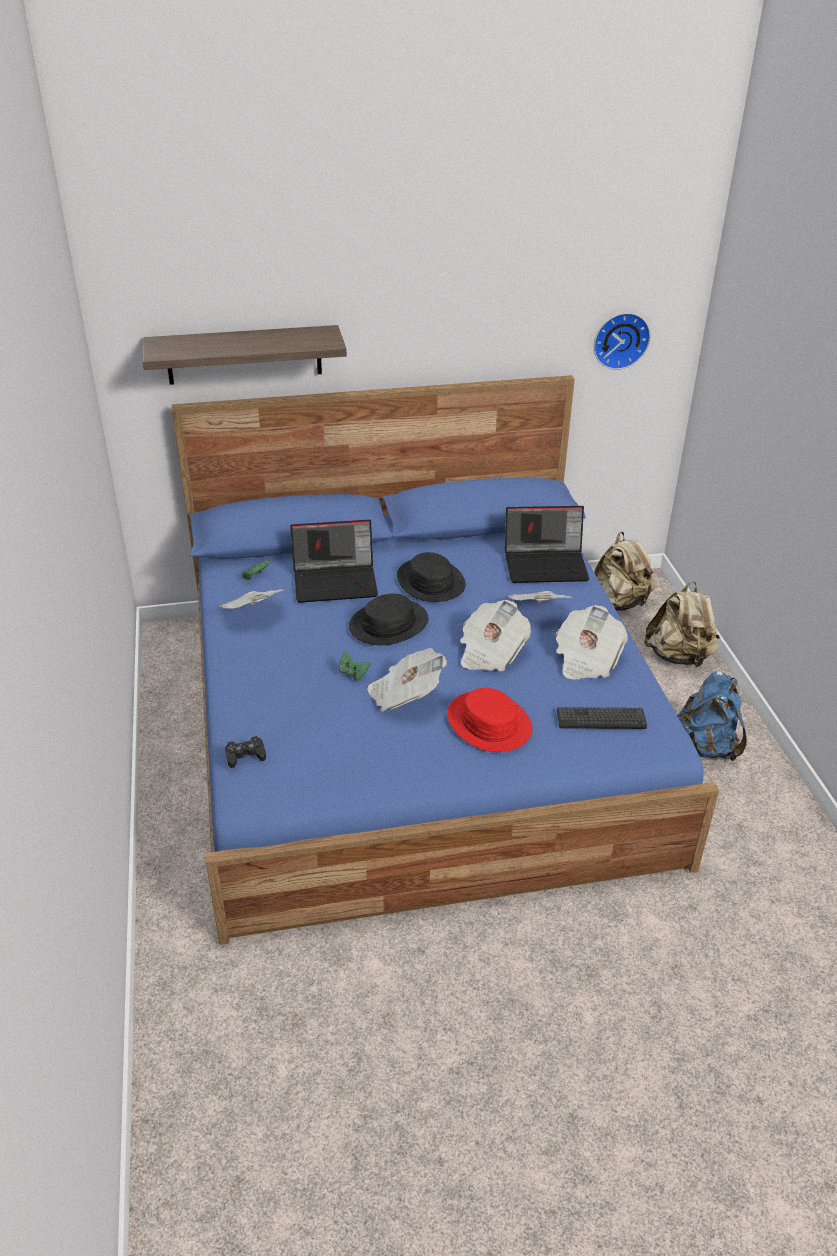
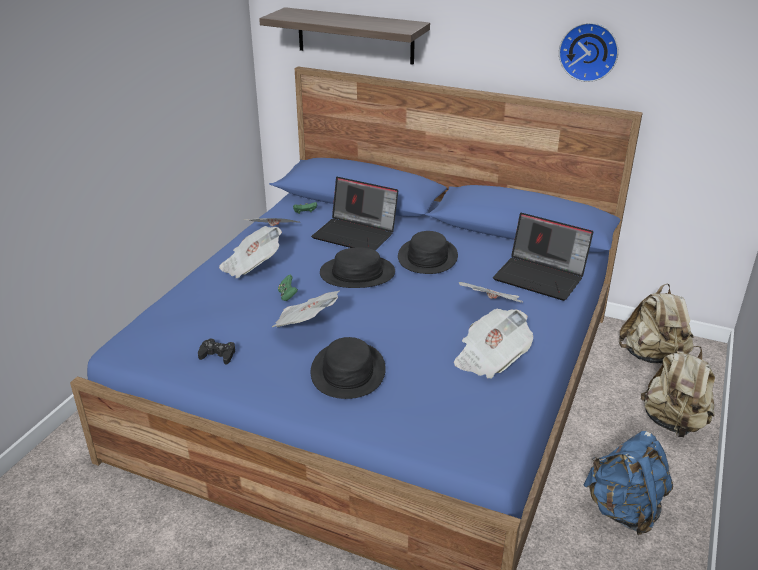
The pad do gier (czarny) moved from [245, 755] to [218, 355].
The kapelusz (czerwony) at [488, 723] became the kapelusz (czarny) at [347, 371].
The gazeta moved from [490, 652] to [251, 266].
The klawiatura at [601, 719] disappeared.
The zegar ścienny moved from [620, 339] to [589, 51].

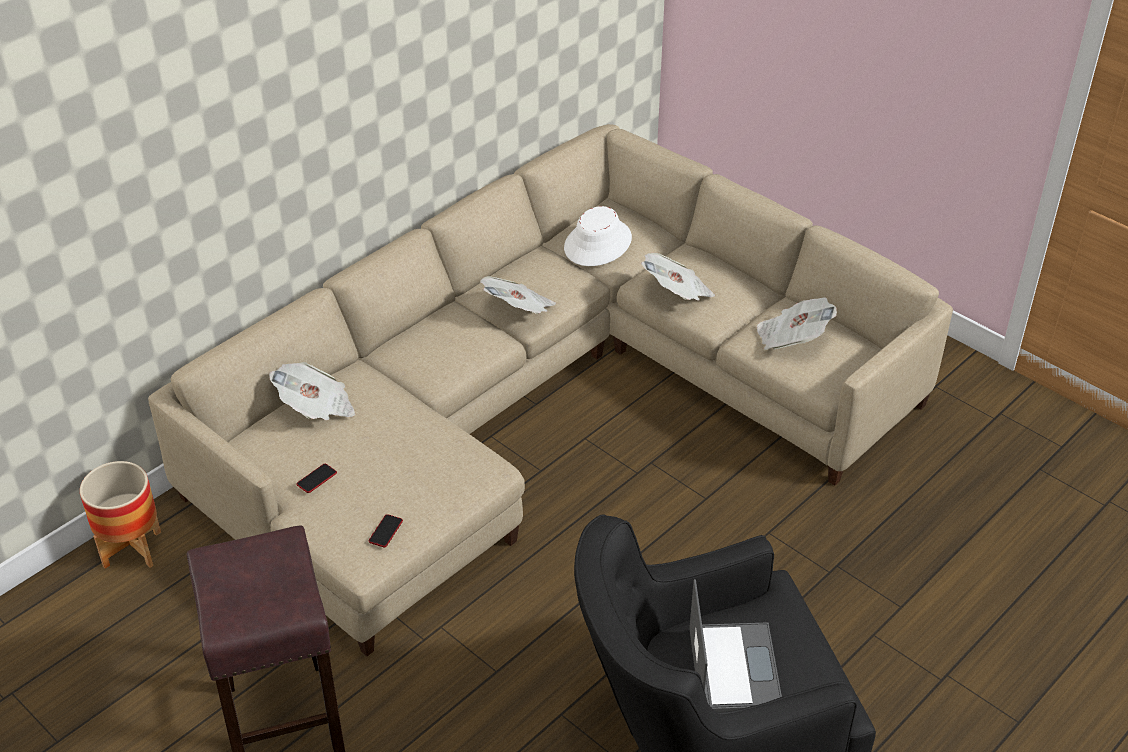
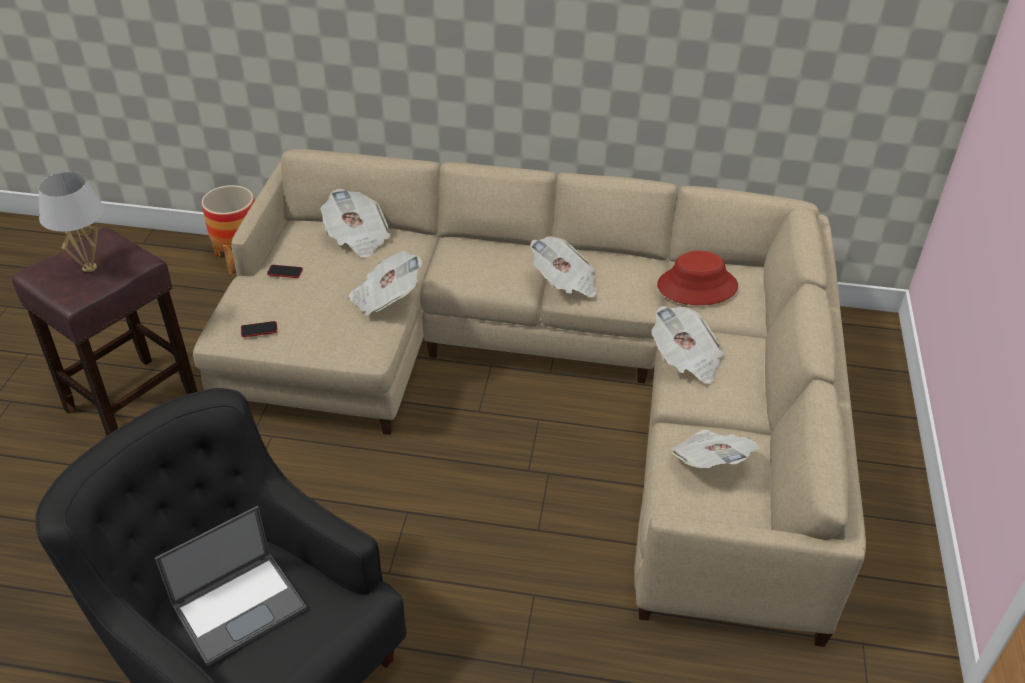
The kapelusz (biały) at [598, 243] became the kapelusz (czerwony) at [697, 286].
The lampa stołowa (biały) at [90, 268] appeared.
The gazeta at [385, 298] appeared.

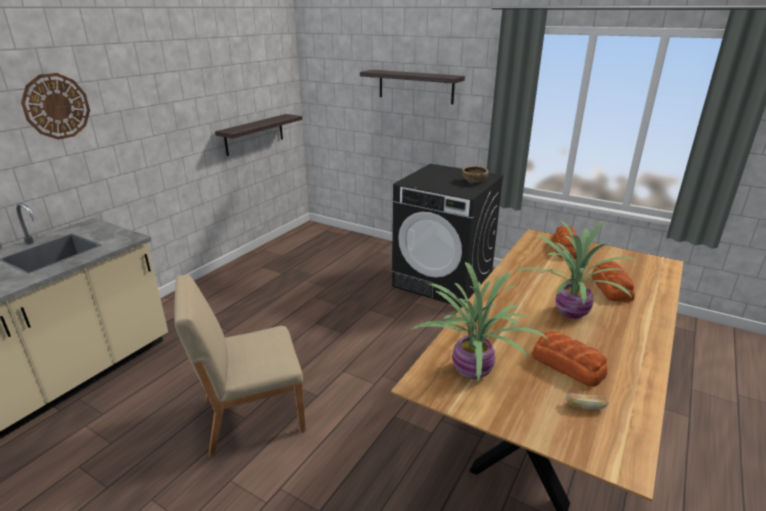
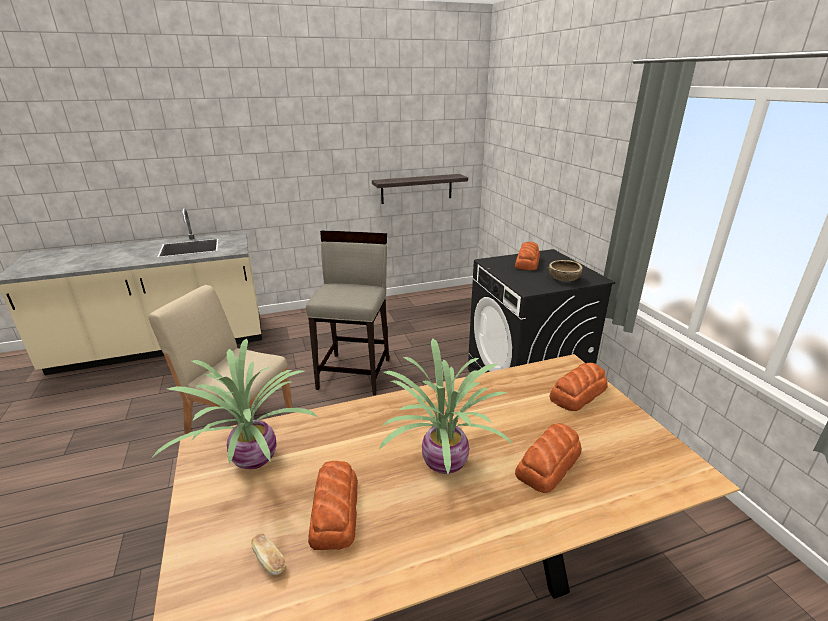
The zegar ścienny at [56, 106] disappeared.
The półka at [415, 86] disappeared.
The stołek (beżowy) at [355, 373] appeared.
The chleb at [527, 262] appeared.

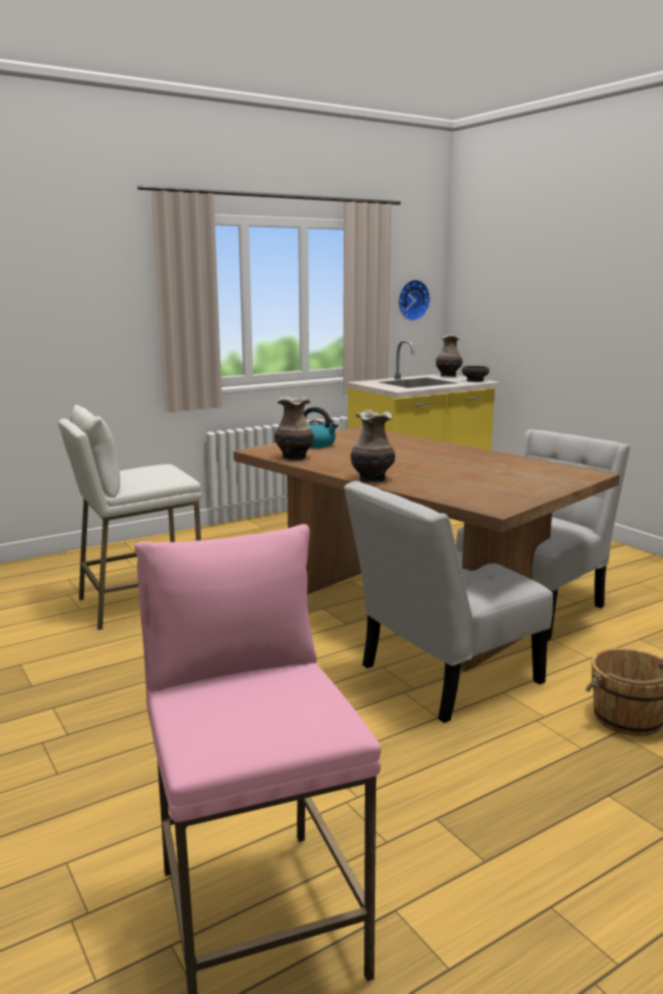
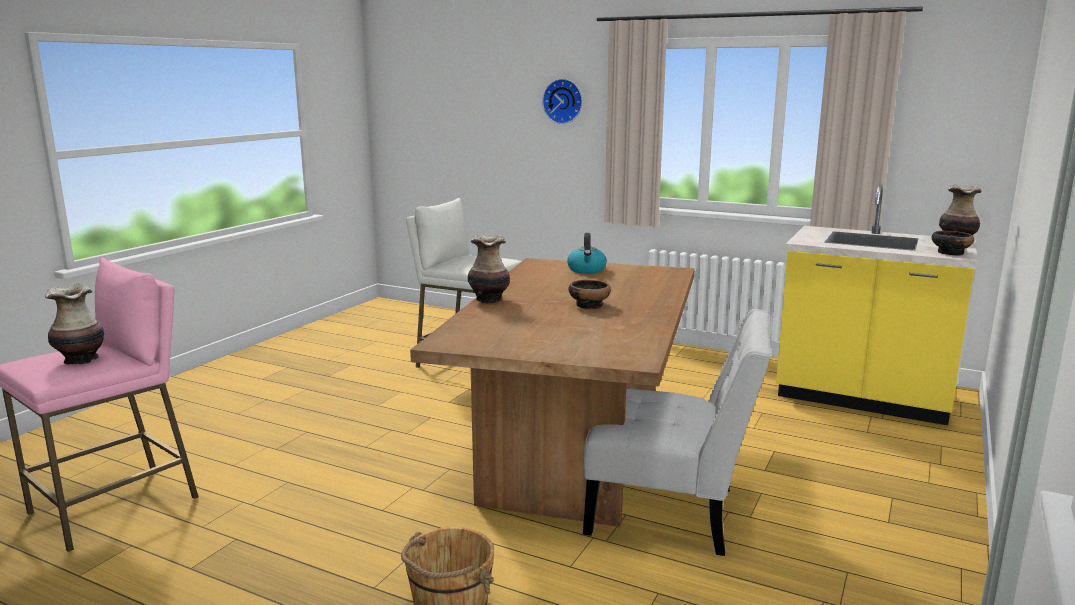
The wazon moved from [294, 457] to [81, 360].
The krzesło (biały) at [442, 677] disappeared.
The zegar ścienny moved from [412, 300] to [563, 101].
The miska at [589, 305] appeared.

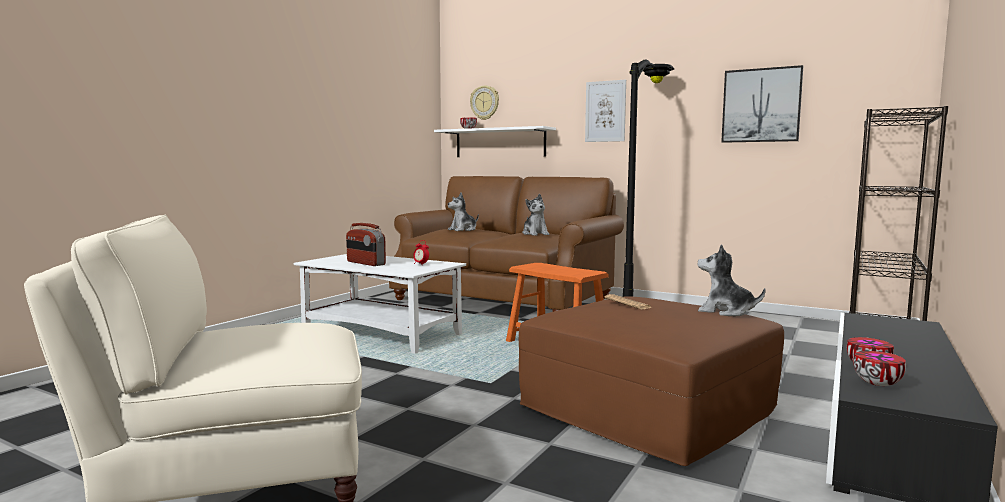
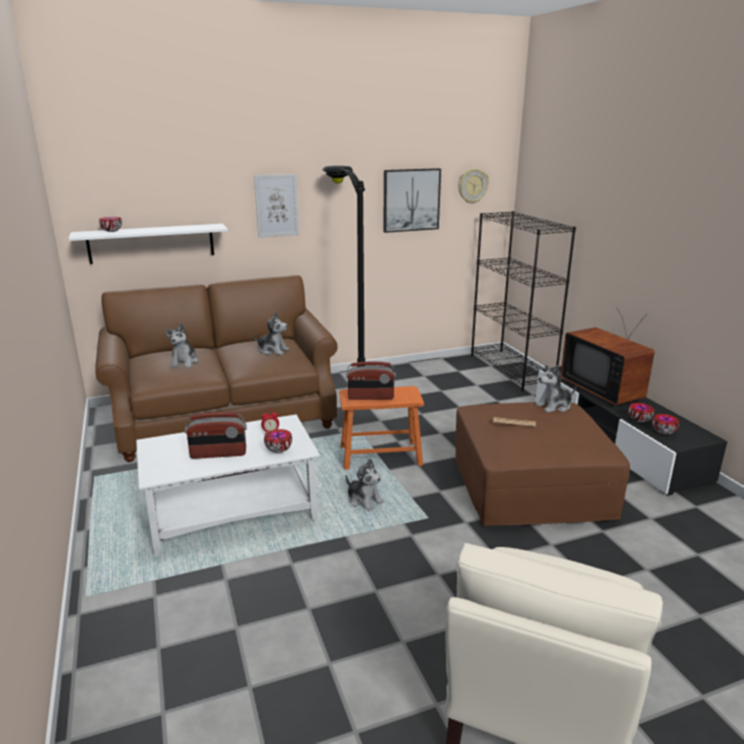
The zegar ścienny moved from [485, 102] to [472, 186].
The miska at [279, 450] appeared.
The radio at [371, 397] appeared.
The pluszak at [364, 500] appeared.
The telewizor at [604, 390] appeared.

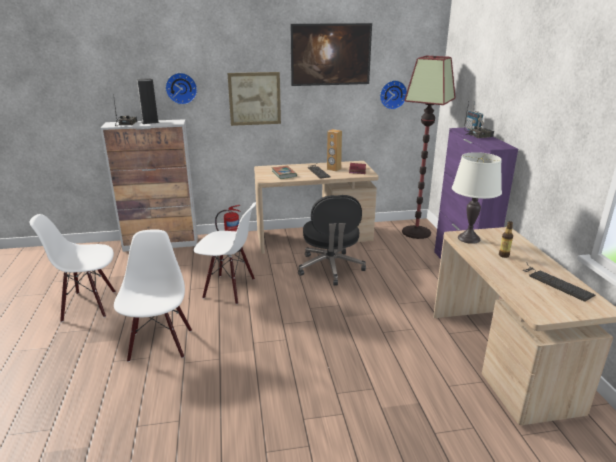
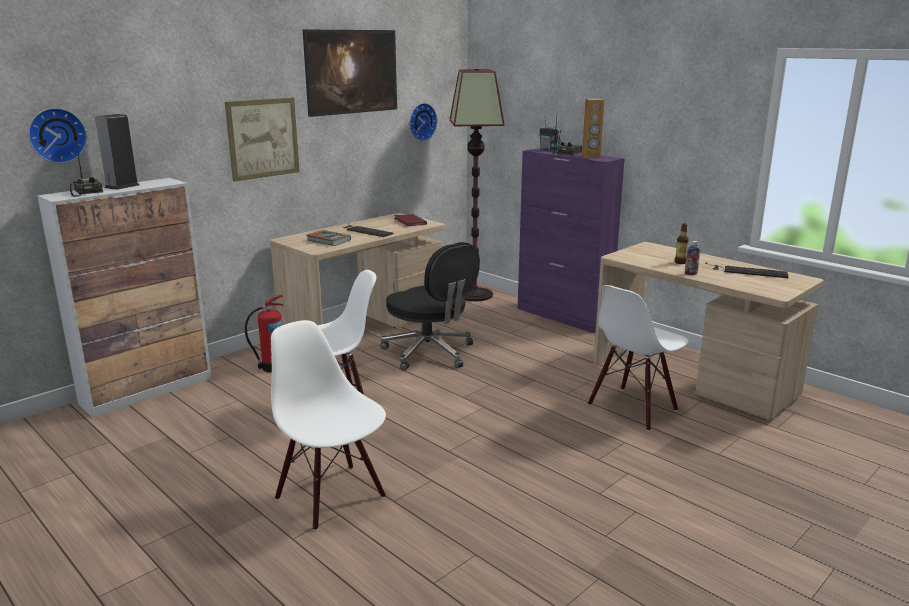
The krzesło (biały) moved from [89, 305] to [633, 408].
The zegar ścienny moved from [181, 88] to [56, 135].
The głośnik (brązowy) moved from [333, 169] to [591, 157].
The lampa stołowa (biały) at [468, 238] disappeared.
The butelka at [691, 273] appeared.

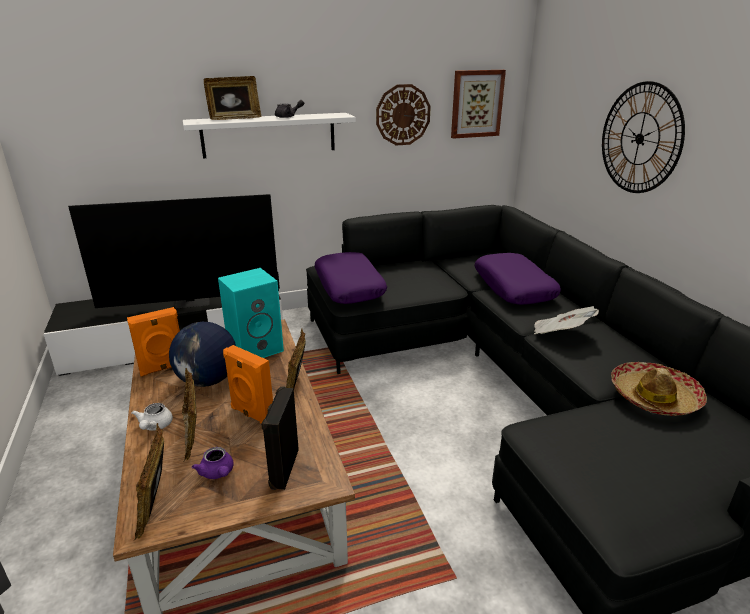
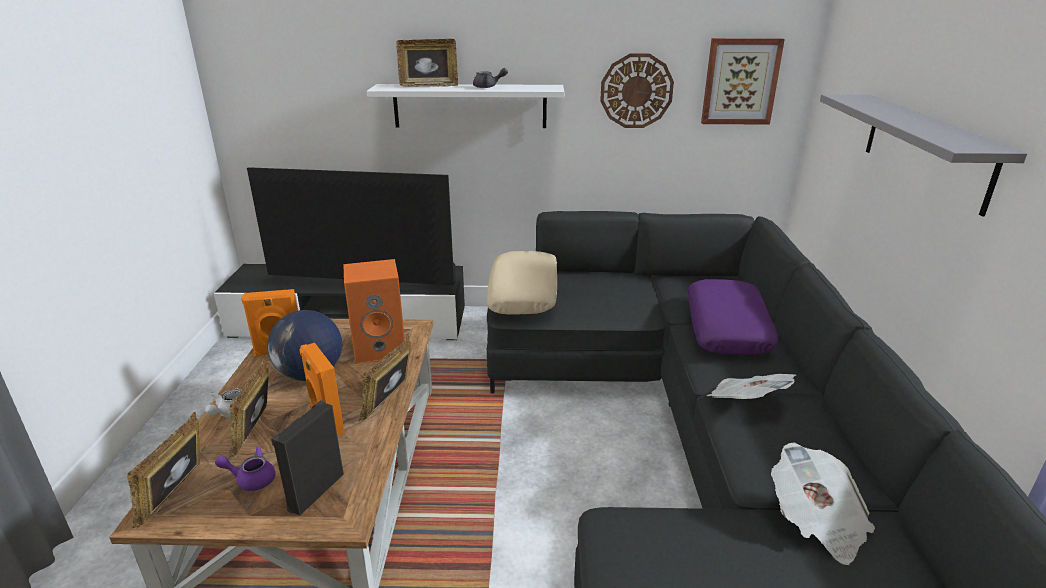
The imbryk (fioletowy) at [218, 473] turned 105 degrees clockwise.
The głośnik (turkusowy) at [256, 348] became the głośnik (pomarańczowy) at [381, 348].
The poduszka (fioletowy) at [350, 287] became the poduszka (beżowy) at [524, 293].
The zegar ścienny at [640, 138] was replaced by the półka (szary) at [925, 149].
The kapelusz at [653, 397] was replaced by the gazeta at [817, 522].

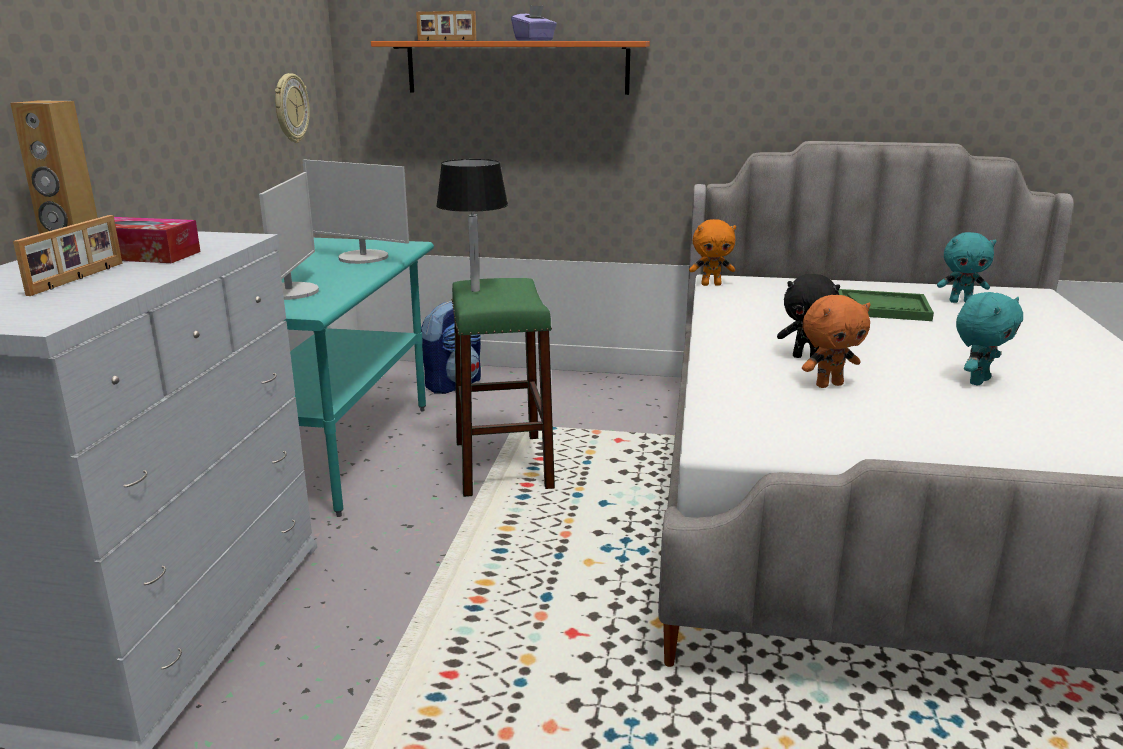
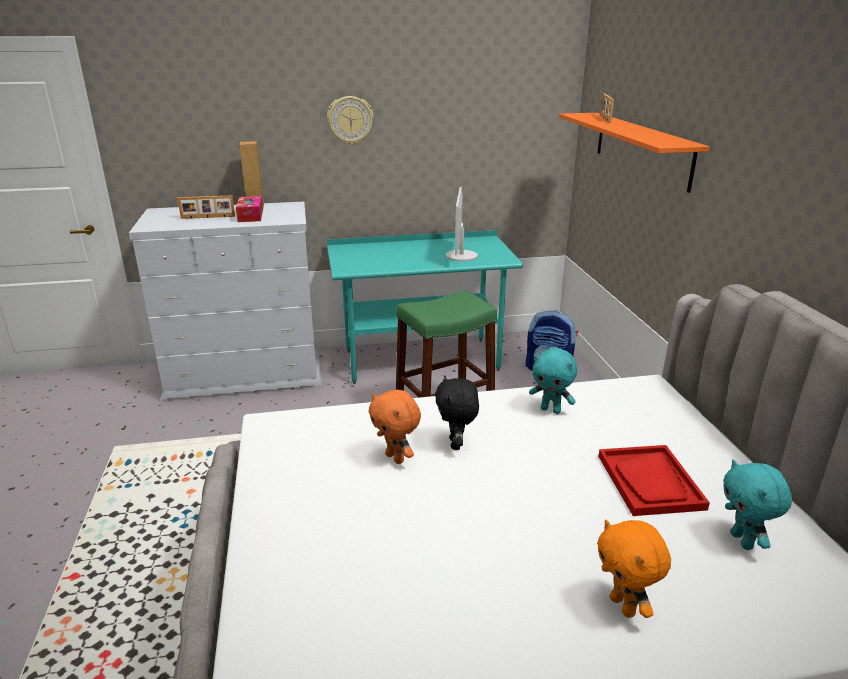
The monitor at [290, 292] disappeared.
The zegar ścienny moved from [290, 108] to [350, 120].
The lampa stołowa (czarny) at [475, 290] disappeared.
The pudełko chusteczek (fioletowy) at [534, 40] disappeared.
The pluszak (pomarańczowy) moved from [711, 284] to [624, 606].
The taca (zielony) at [882, 308] became the taca (czerwony) at [650, 482].
The pluszak (turkusowy) moved from [977, 381] to [551, 410].

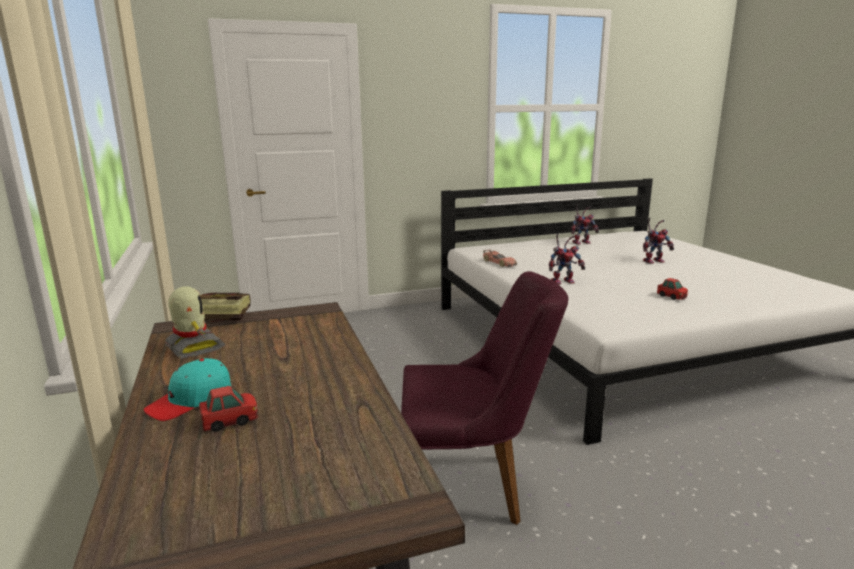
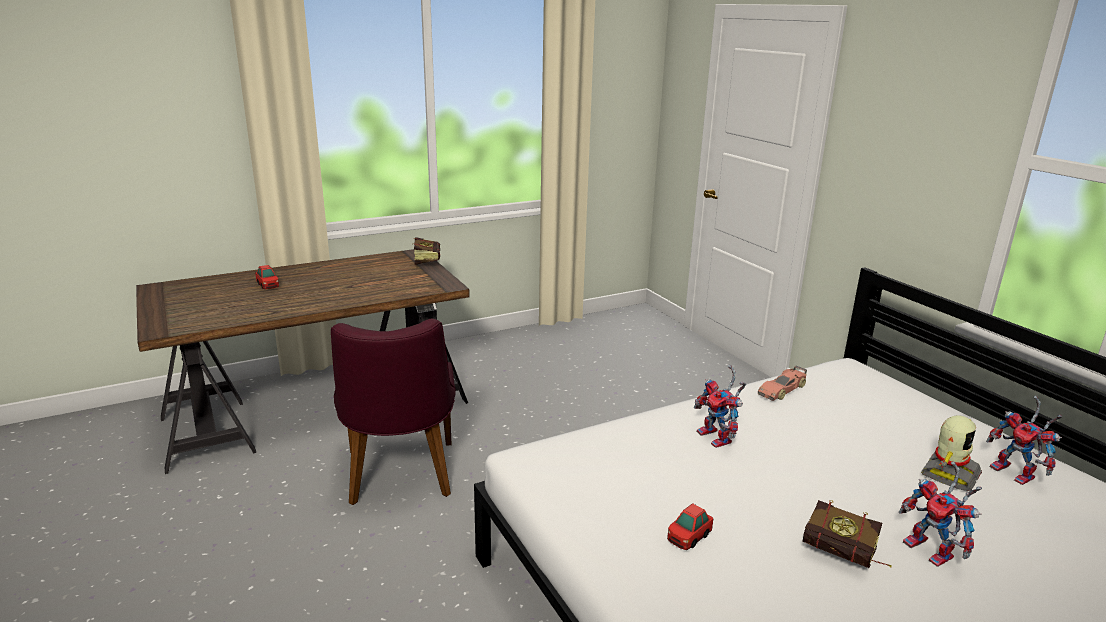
The czapka z daszkiem (turkusowy) at [191, 400] disappeared.
The robot zabawkowy moved from [193, 347] to [948, 474].
The książka at [846, 557] appeared.

